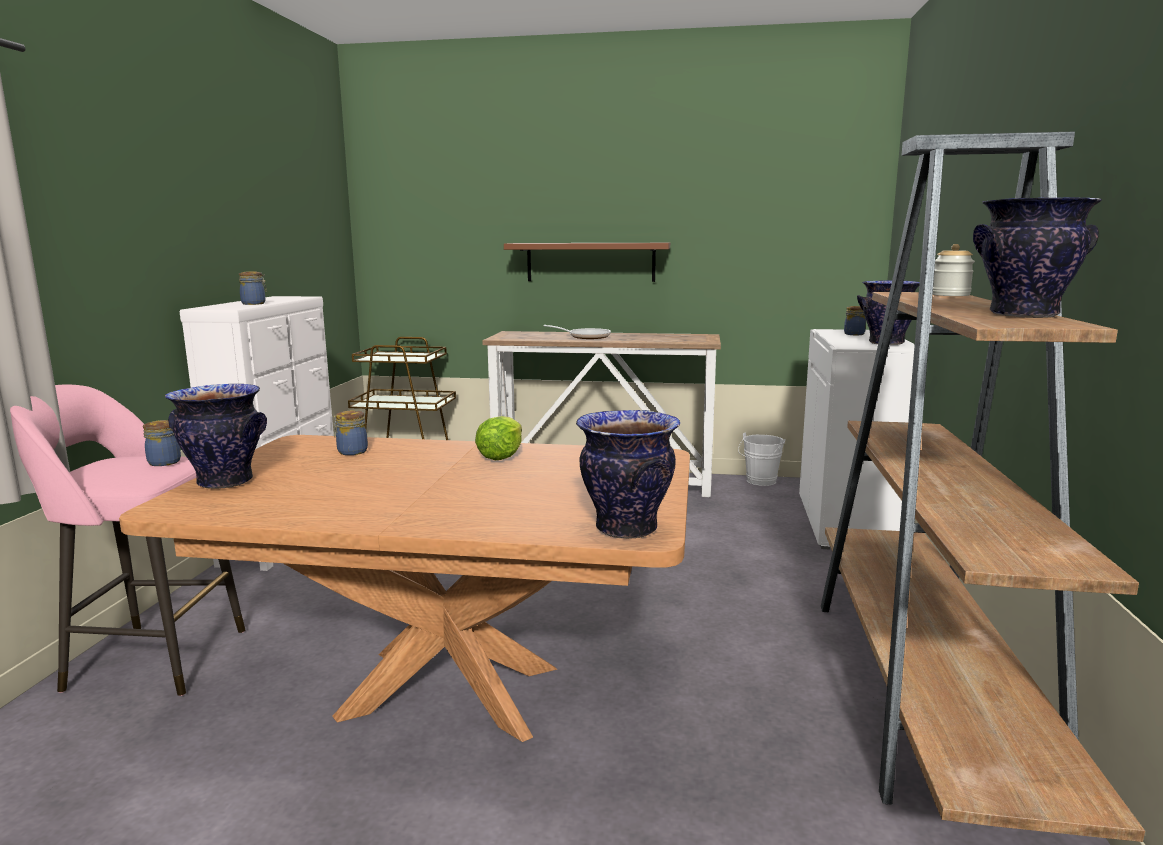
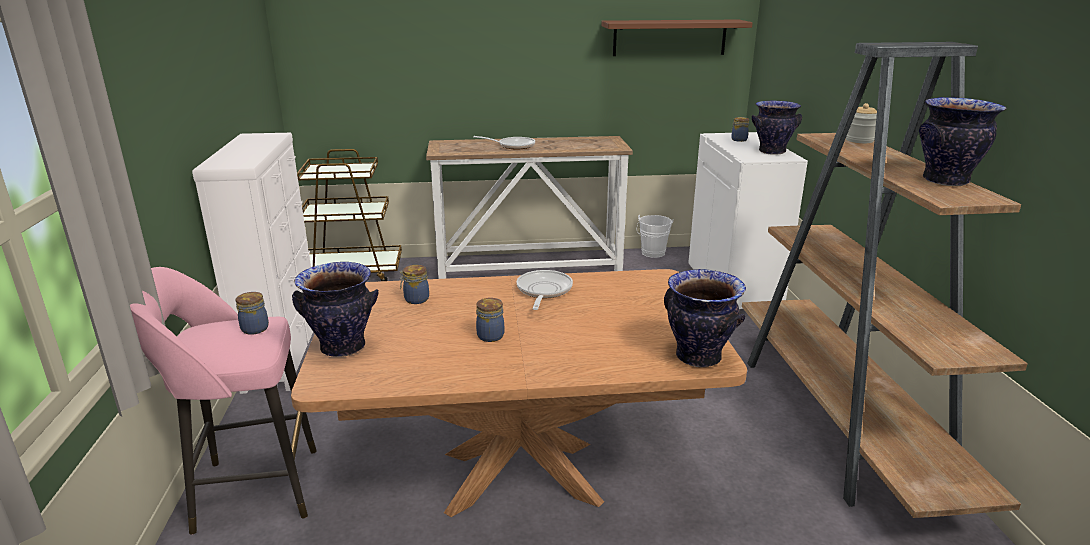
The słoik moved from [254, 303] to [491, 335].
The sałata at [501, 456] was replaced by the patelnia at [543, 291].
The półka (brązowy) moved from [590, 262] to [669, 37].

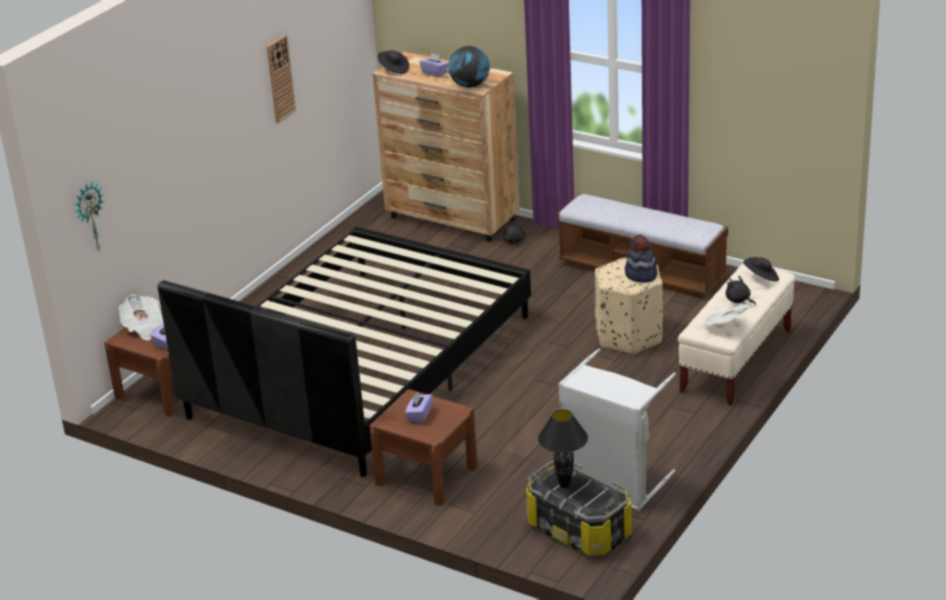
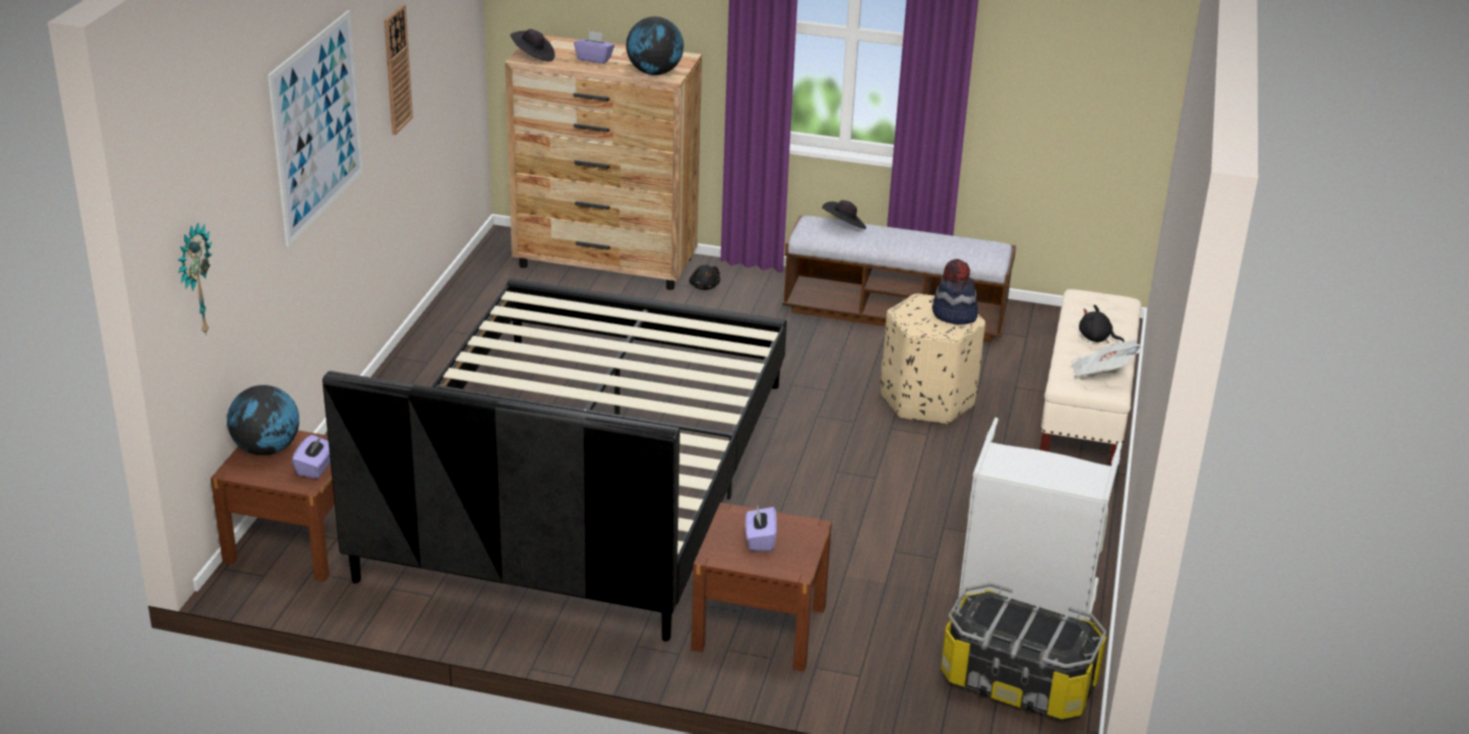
The gazeta at [144, 328] was replaced by the globus at [267, 449].
The lampa stołowa (czarny) at [564, 485] disappeared.
The kapelusz (czarny) moved from [761, 278] to [844, 226].
The obraz at [317, 126] appeared.

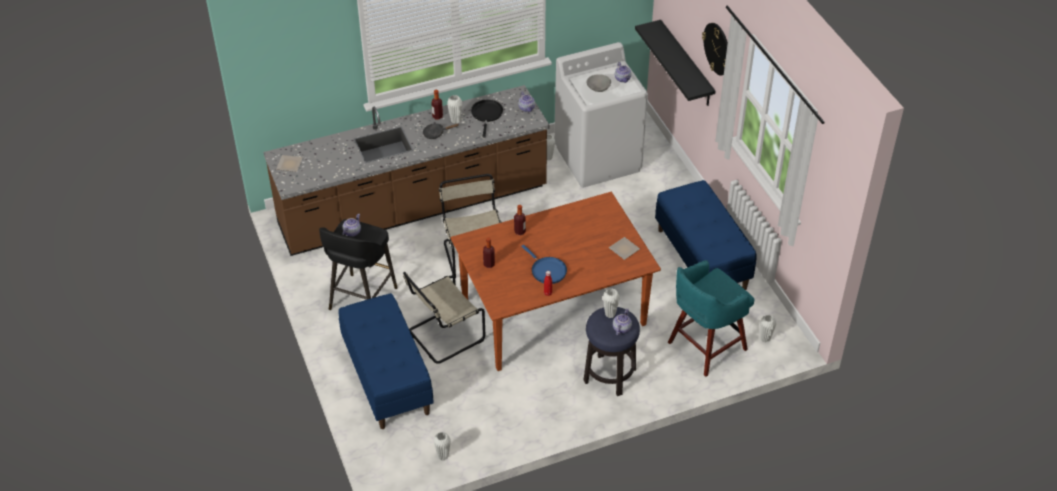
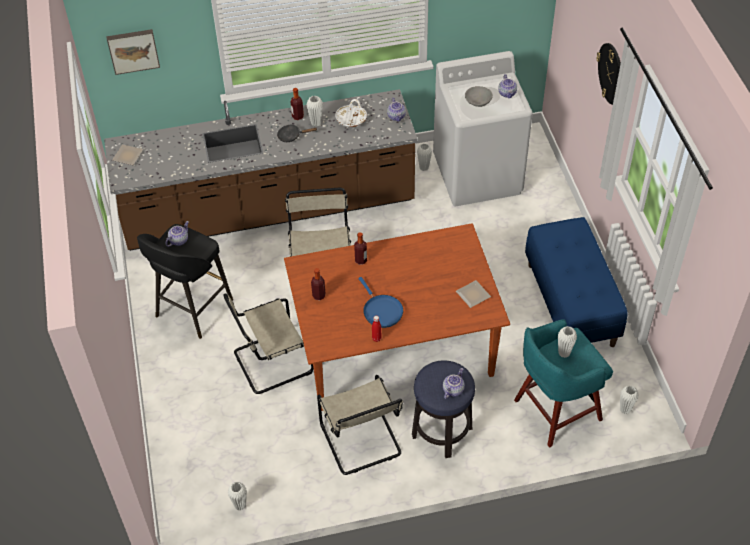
The ławka (niebieski) at [386, 378] disappeared.
The patelnia (czarny) at [487, 114] was replaced by the miska (biały) at [351, 119].
The wazon (biały) moved from [610, 314] to [564, 353].
The półka (czarny) at [686, 64] disappeared.
The obraz at [133, 50] appeared.
The krzesło (beżowy) at [362, 442] appeared.

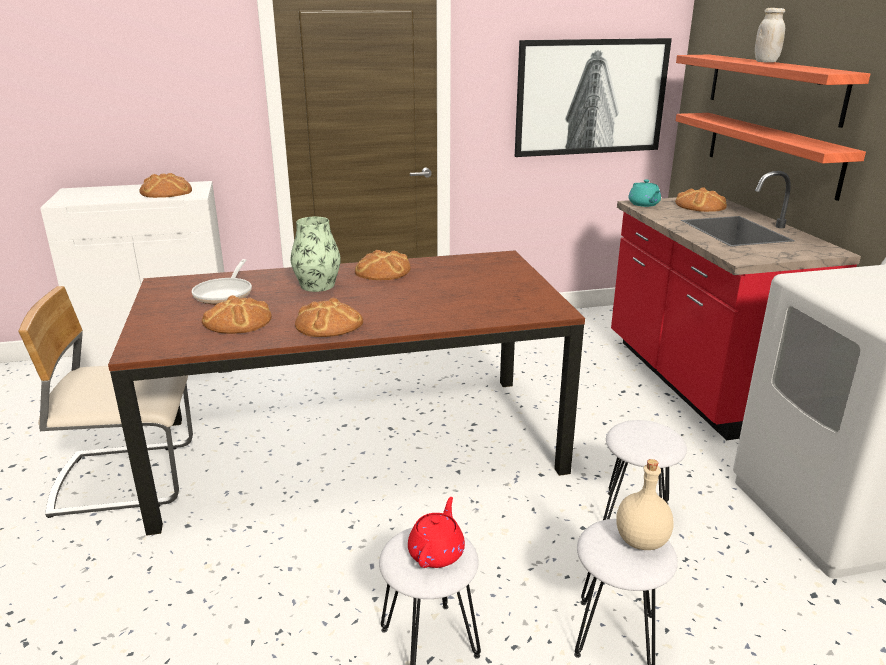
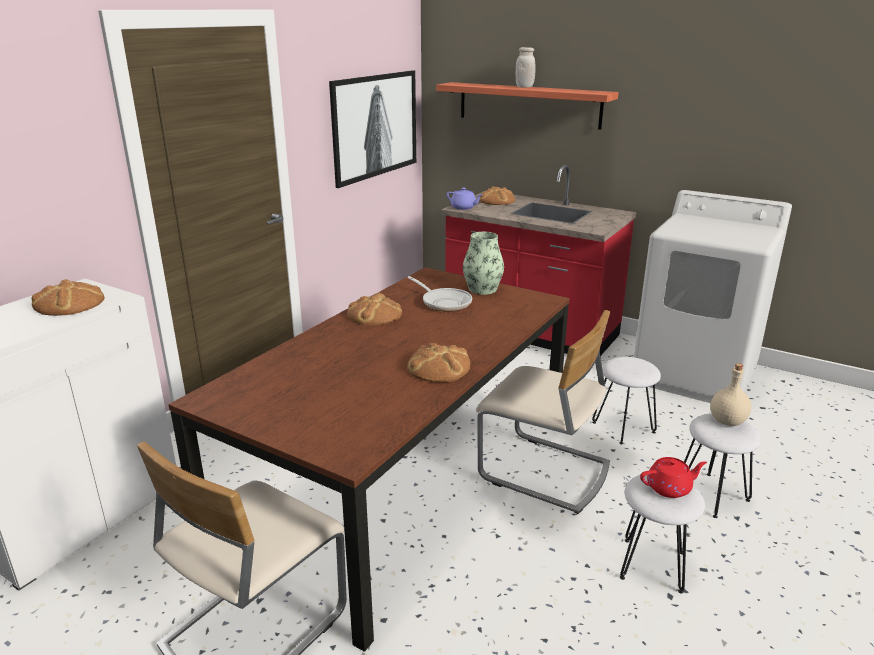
The patelnia moved from [225, 293] to [444, 302].
The chleb at [237, 321] disappeared.
The wazon moved from [317, 285] to [482, 289].
The imbryk (czerwony) at [437, 552] turned 105 degrees clockwise.
The imbryk (turkusowy) at [644, 204] became the imbryk (fioletowy) at [464, 207].
The półka at [771, 152] disappeared.
The krzesło (beżowy) at [544, 472] appeared.

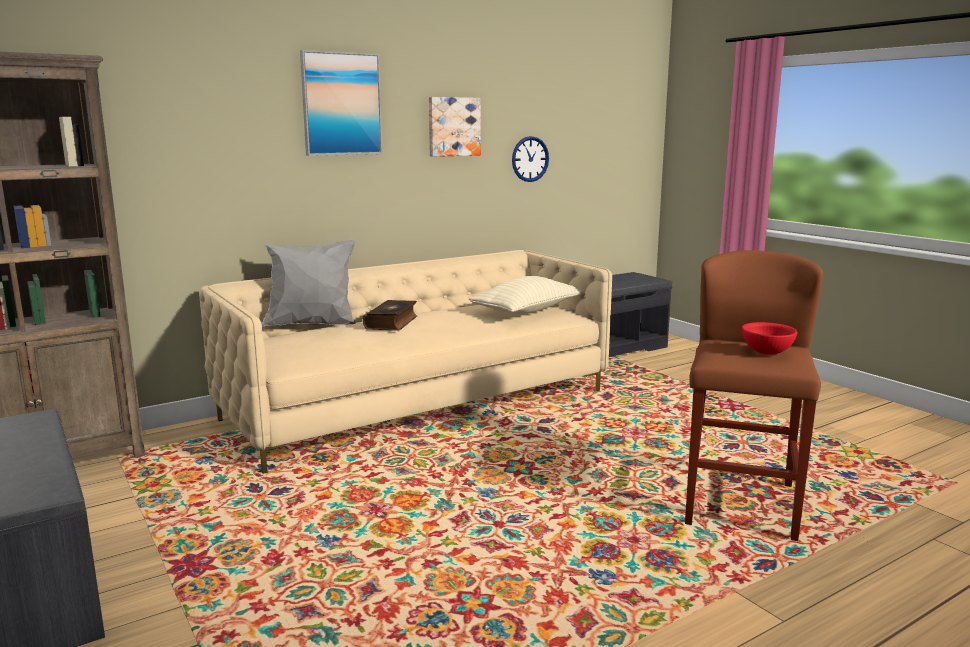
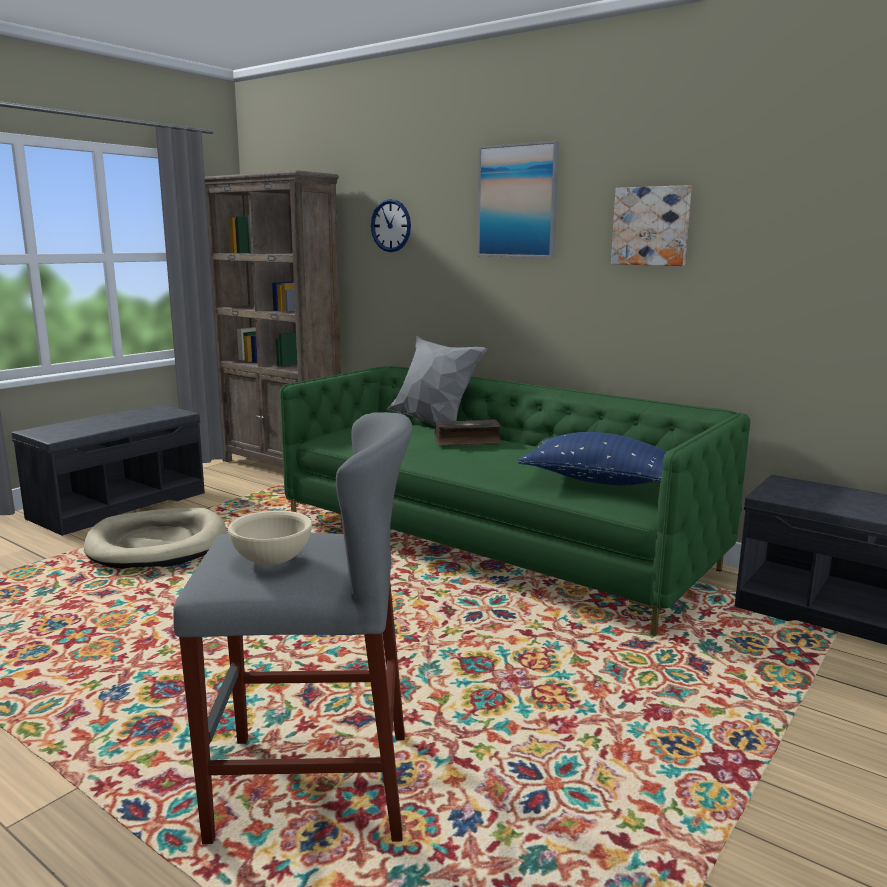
The kanapa (beżowy) at [419, 404] became the kanapa (zielony) at [493, 544].
The poduszka (beżowy) at [526, 311] became the poduszka (niebieski) at [600, 481].
The zegar ścienny moved from [530, 159] to [391, 225].
The stołek (brązowy) at [740, 504] became the stołek (szary) at [312, 786].
The miska (czerwony) at [767, 352] became the miska (beżowy) at [273, 561].
The legowisko (beżowy) at [158, 544] appeared.

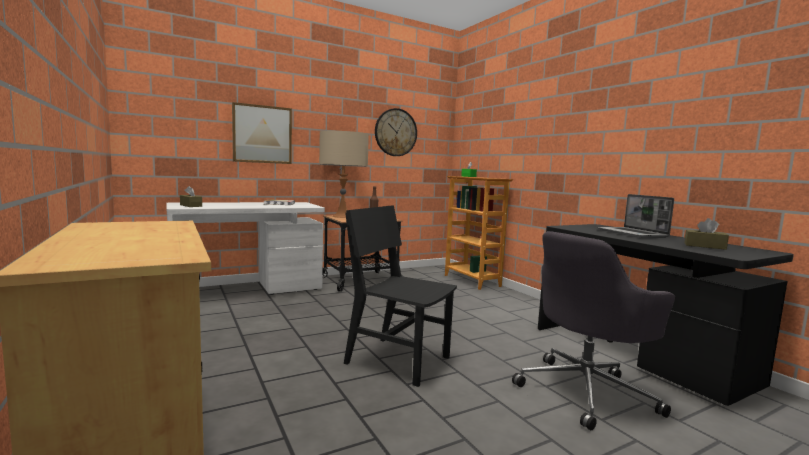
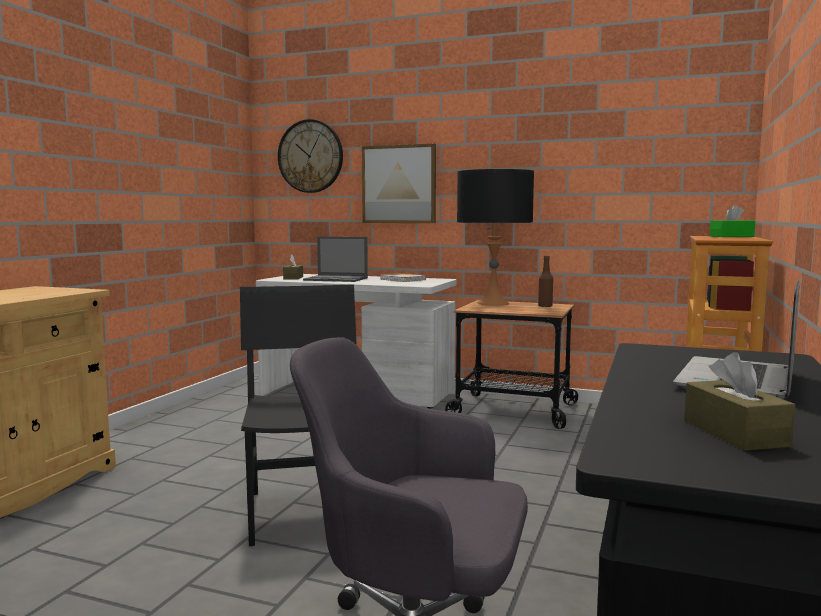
The lampa stołowa (beżowy) at [342, 216] became the lampa stołowa (czarny) at [493, 303].
The zegar ścienny moved from [395, 132] to [310, 156].
The laptop at [336, 279] appeared.

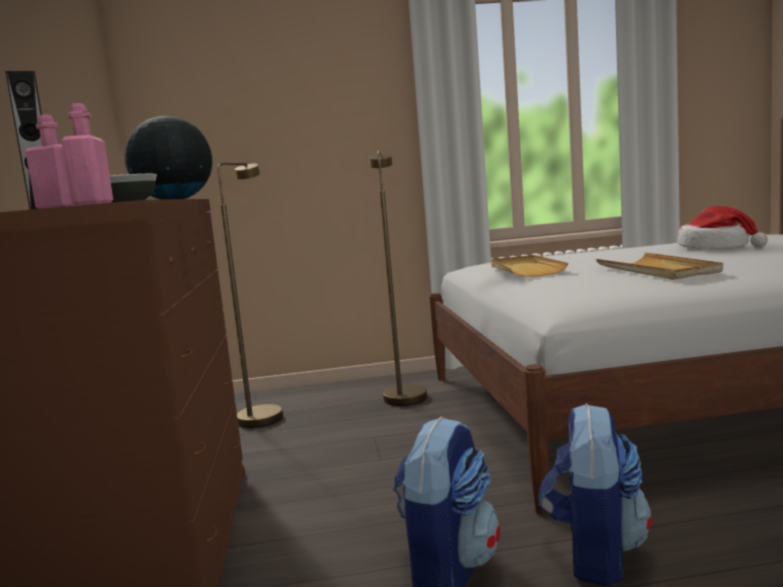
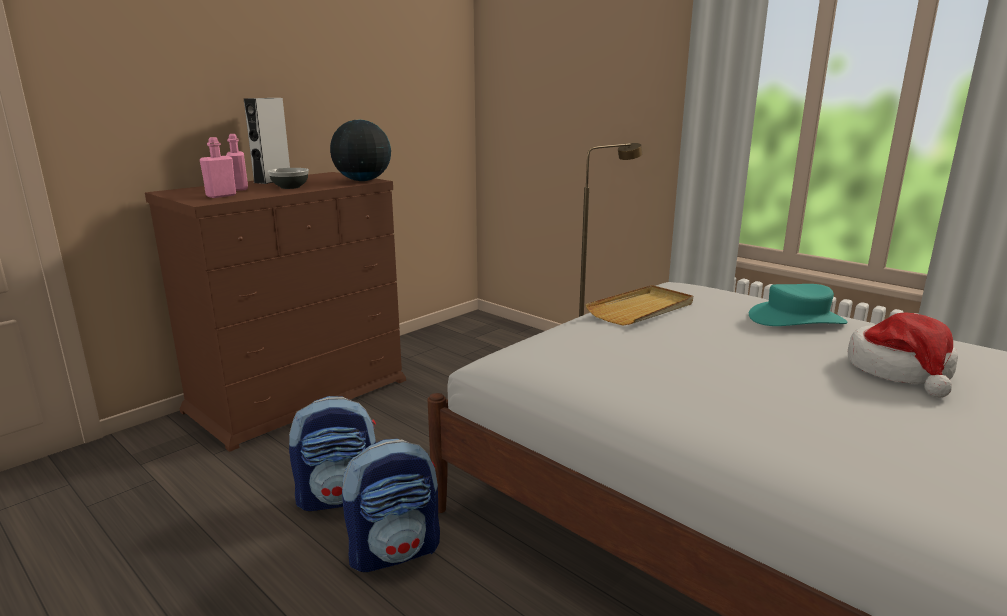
The lampa stojąca (brązowy) at [264, 414] disappeared.
The taca (beżowy) at [657, 270] disappeared.
The kapelusz (turkusowy) at [796, 319] appeared.

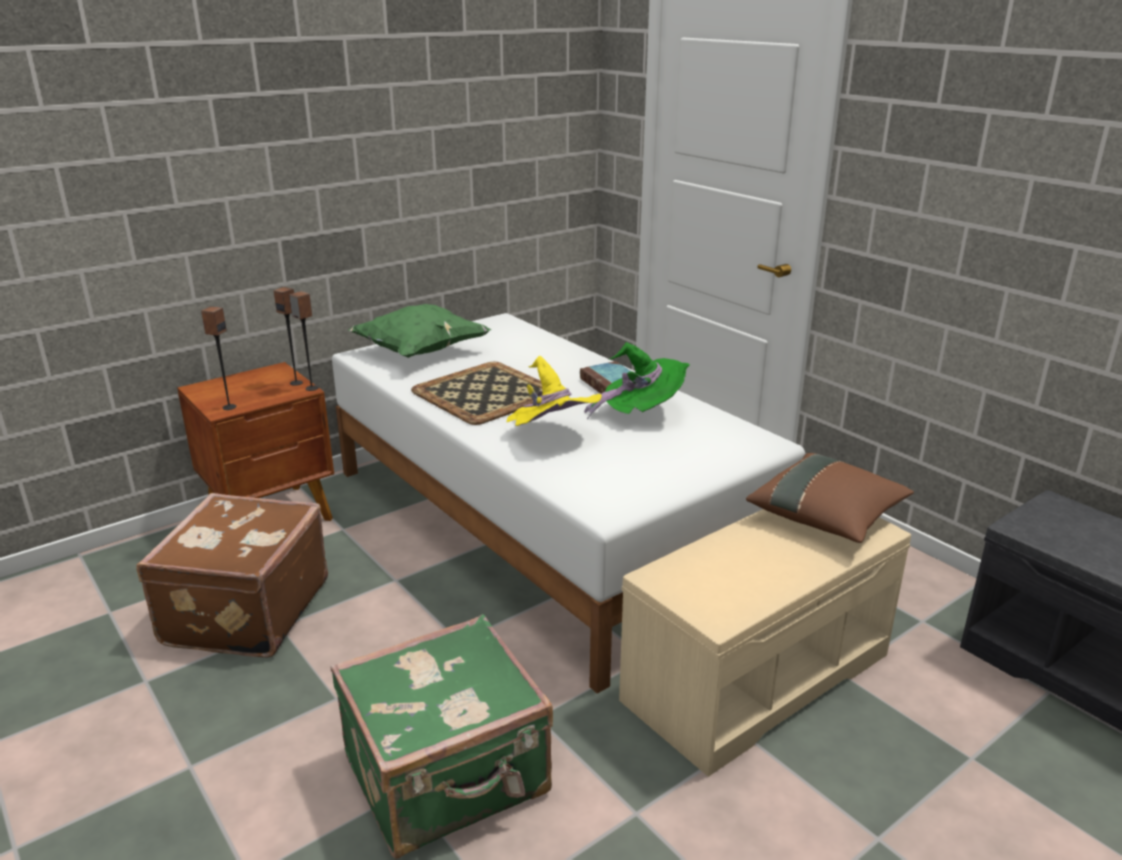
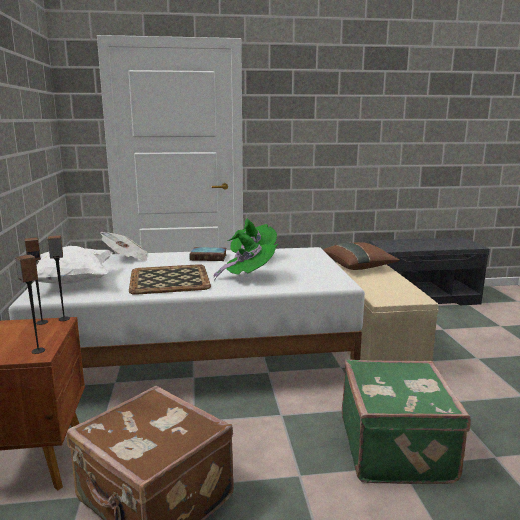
The poduszka (zielony) at [420, 352] became the poduszka (biały) at [72, 282].
The kapelusz (żółty) at [551, 436] became the kapelusz (zielony) at [250, 277].
The gazeta at [126, 258] appeared.

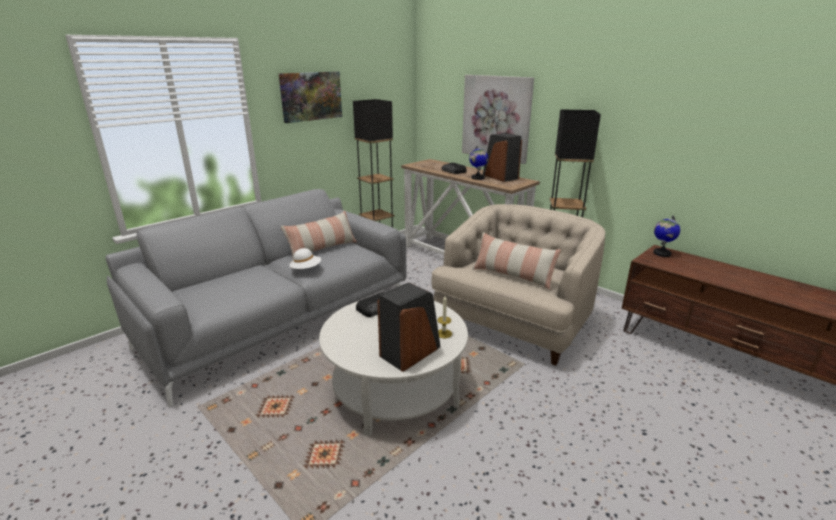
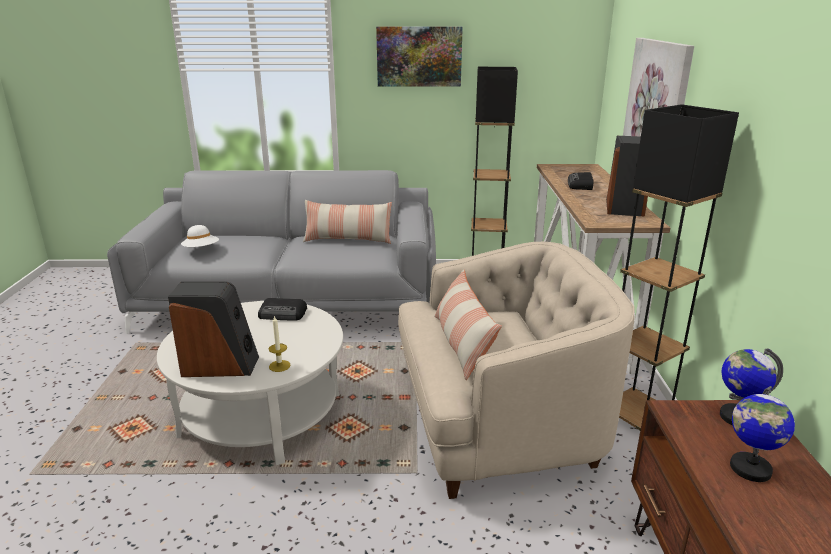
The kapelusz (biały) moved from [306, 269] to [201, 250].
The globus moved from [477, 178] to [749, 469].

